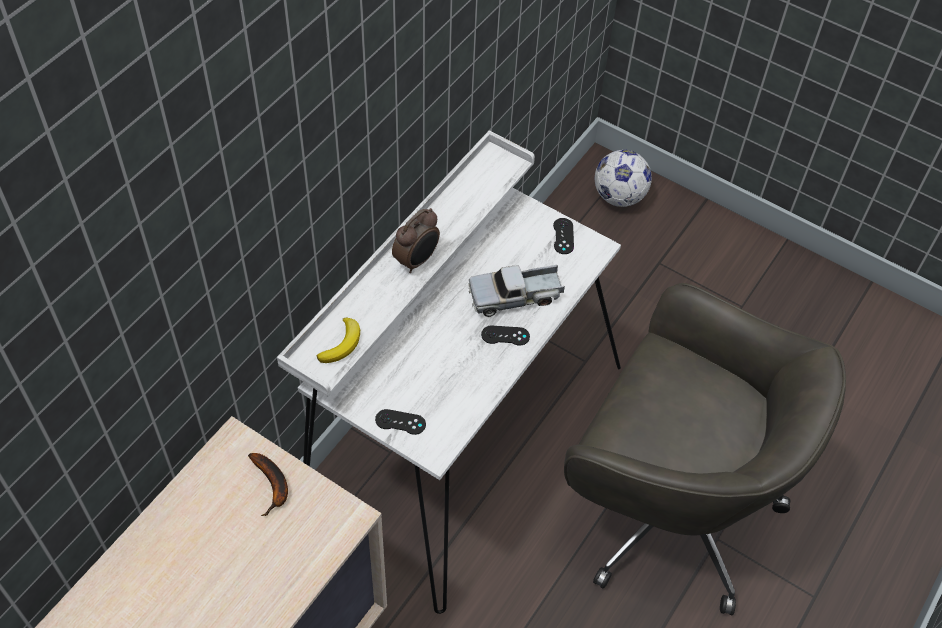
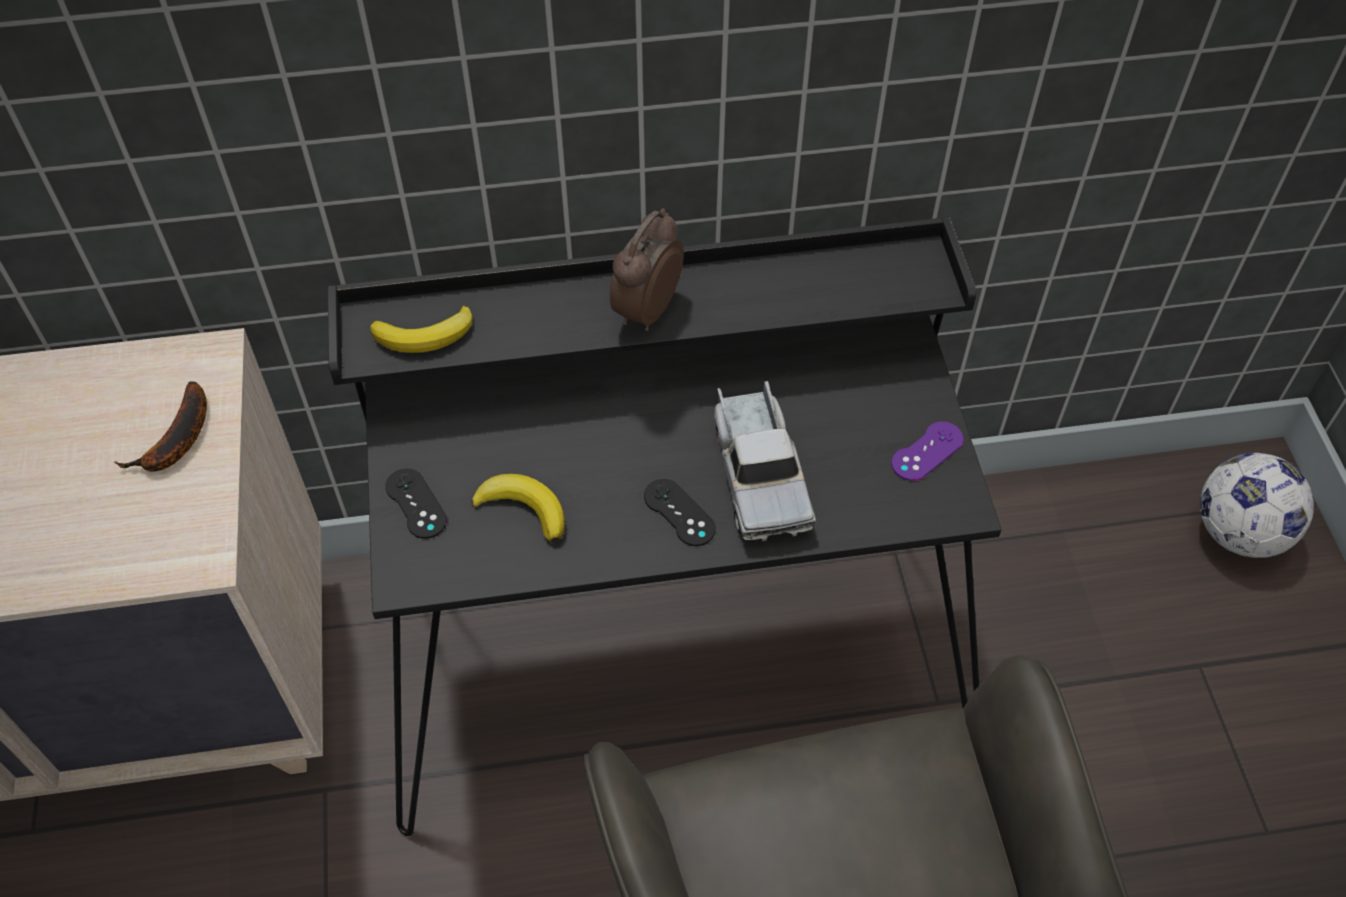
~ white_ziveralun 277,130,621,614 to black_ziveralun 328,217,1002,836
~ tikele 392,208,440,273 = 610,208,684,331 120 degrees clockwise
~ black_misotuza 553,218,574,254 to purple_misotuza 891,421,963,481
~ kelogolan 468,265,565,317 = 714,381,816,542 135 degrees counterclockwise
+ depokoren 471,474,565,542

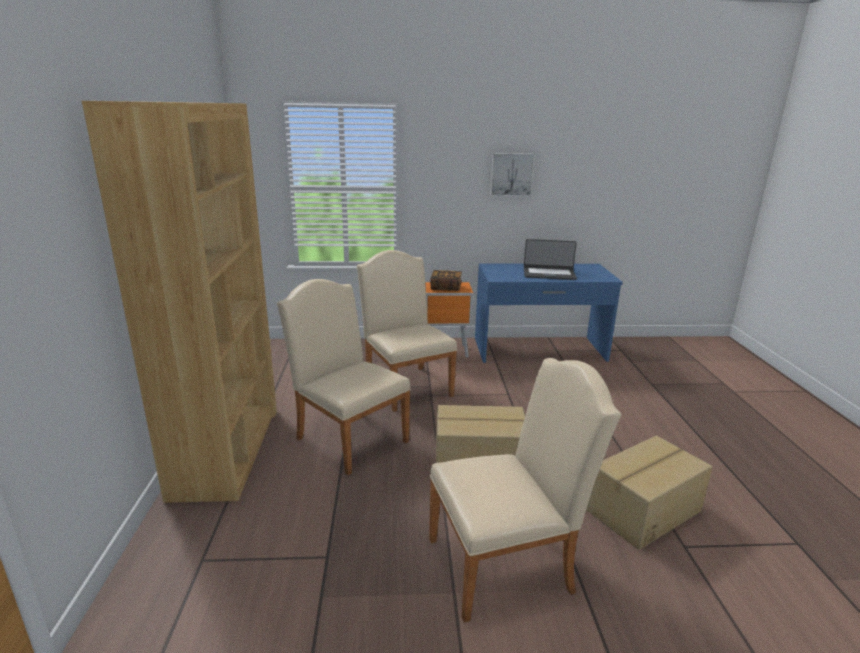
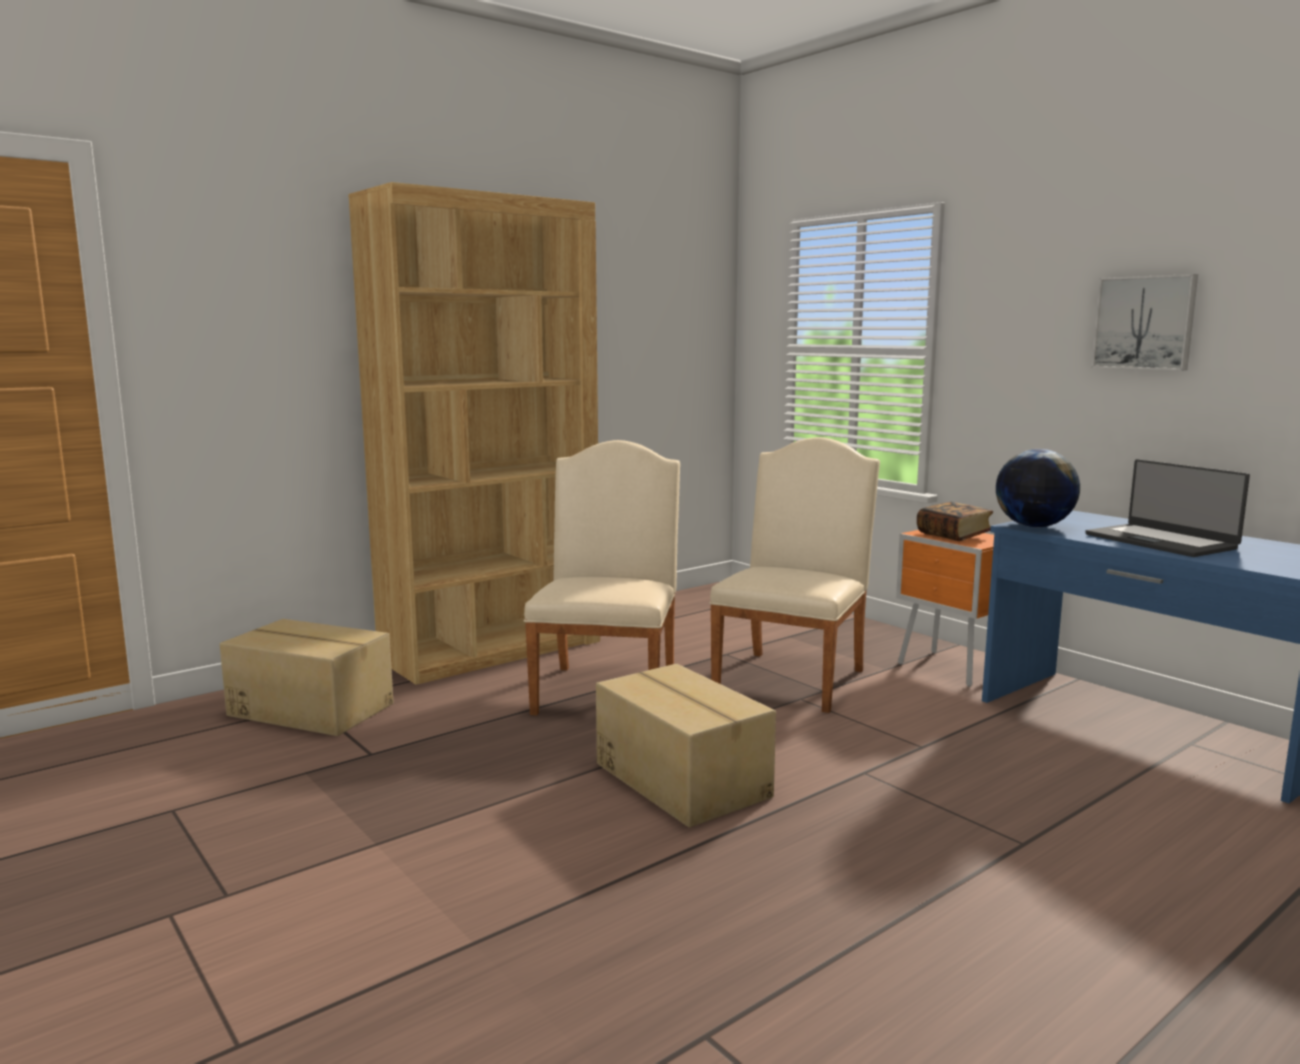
- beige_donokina 429,358,621,623
~ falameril 586,435,713,550 to 220,619,394,736
+ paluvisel 996,449,1080,528

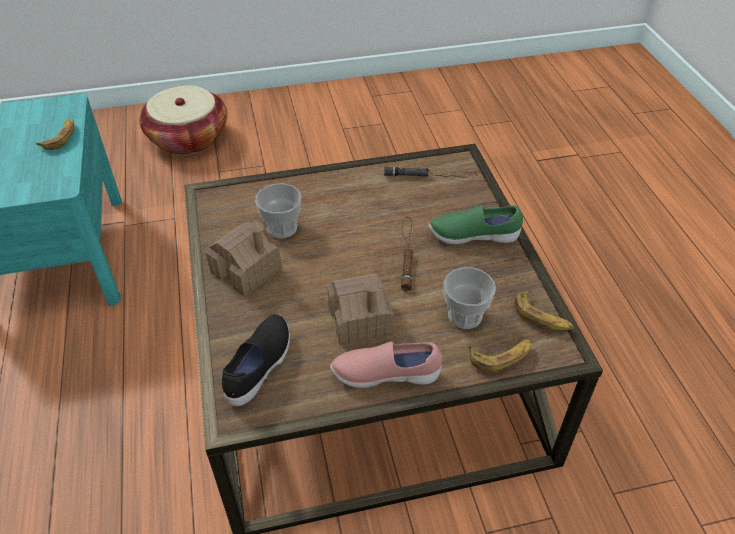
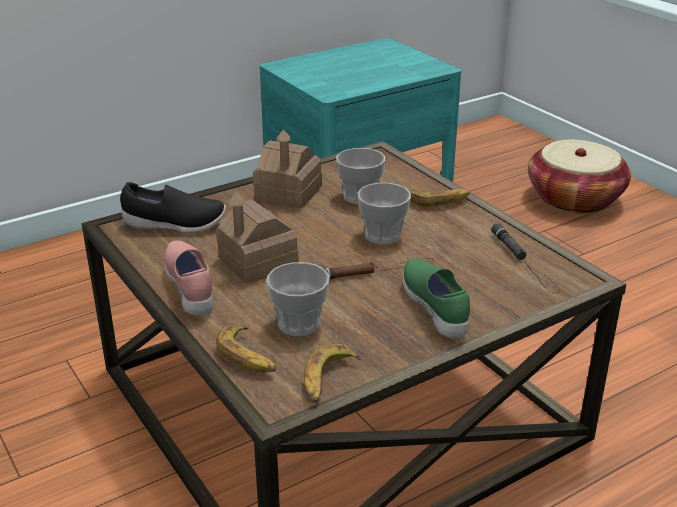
~ depokoren 36,119,75,150 to 409,188,470,207
+ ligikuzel 358,183,411,245

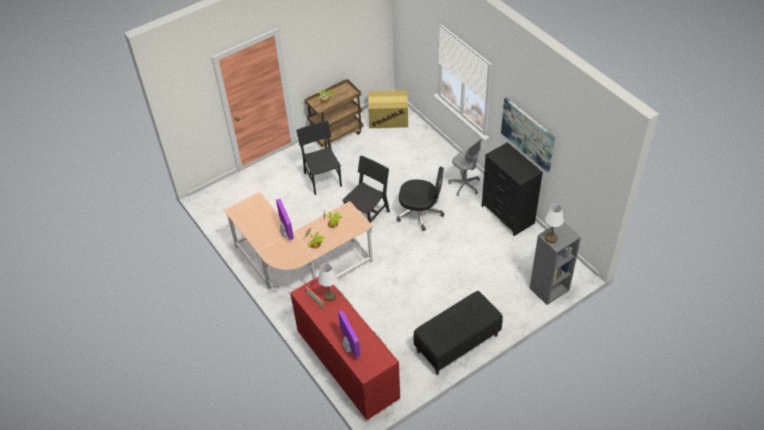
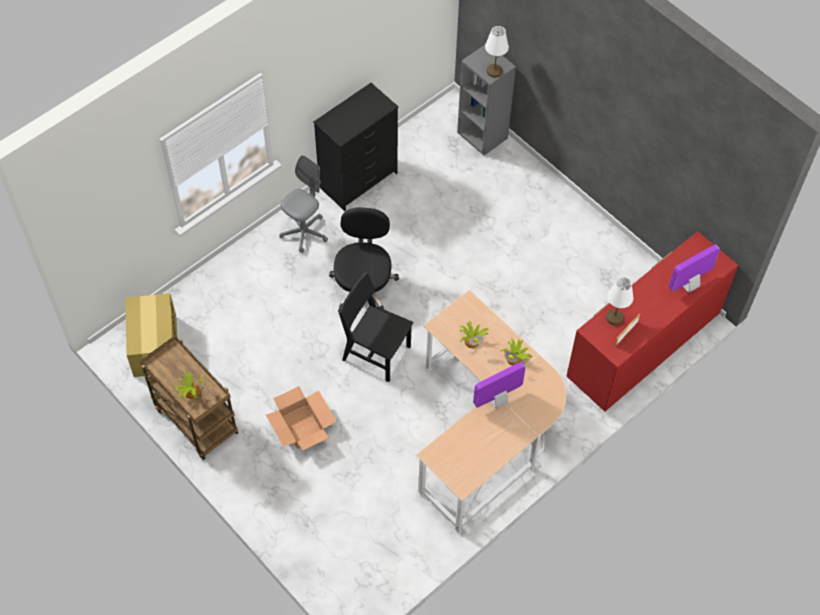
- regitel 501,98,555,173
~ black_donokina 296,121,342,195 to falameril 266,386,337,450
- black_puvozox 414,291,503,375

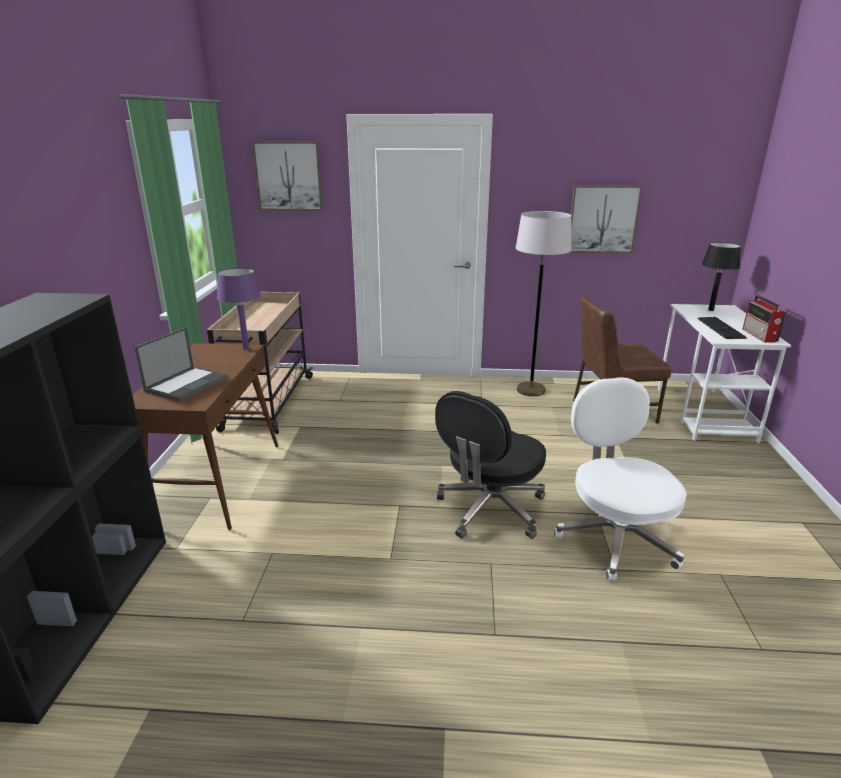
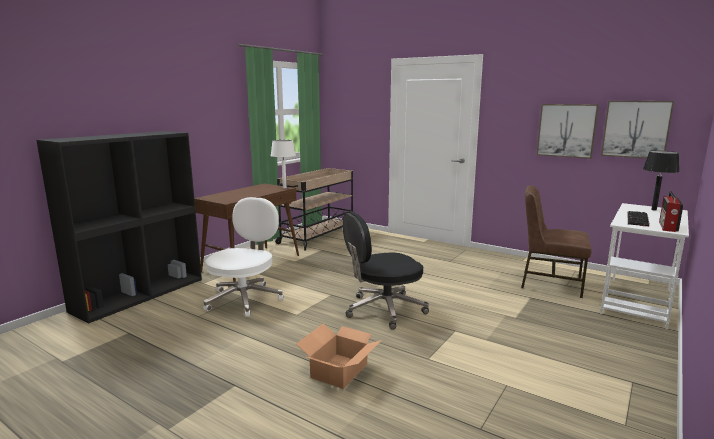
~ regitel 252,142,323,211 to 601,101,674,159
- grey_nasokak 516,211,572,396
~ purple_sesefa 217,268,261,350 to white_sesefa 271,140,296,188
- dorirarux 134,327,228,402
~ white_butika 554,377,687,580 to 203,197,283,317
+ falameril 297,323,382,389

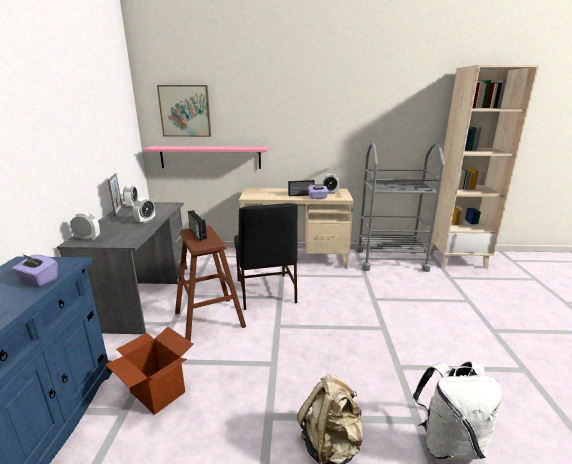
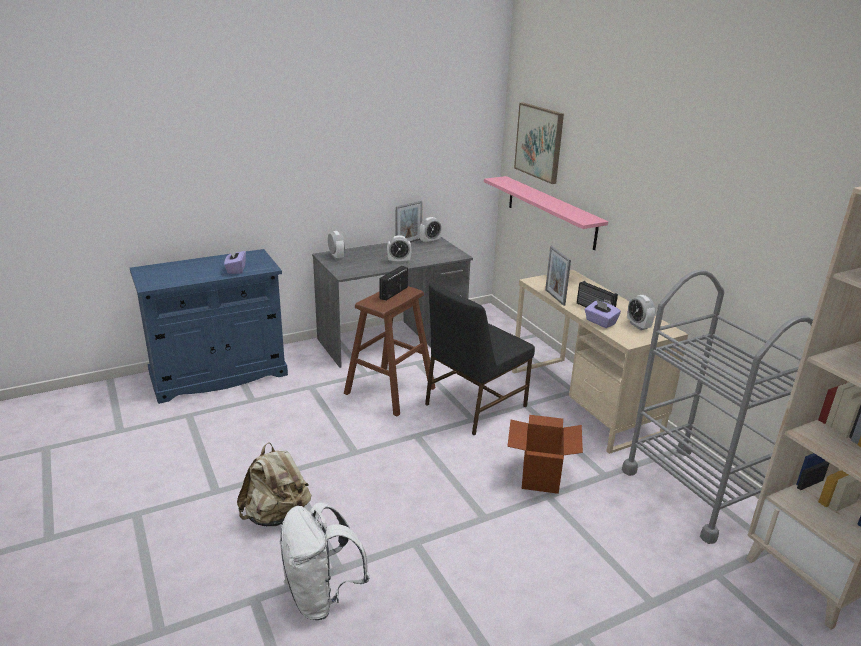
~ falameril 105,327,193,415 to 507,415,583,494
+ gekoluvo 545,246,571,306

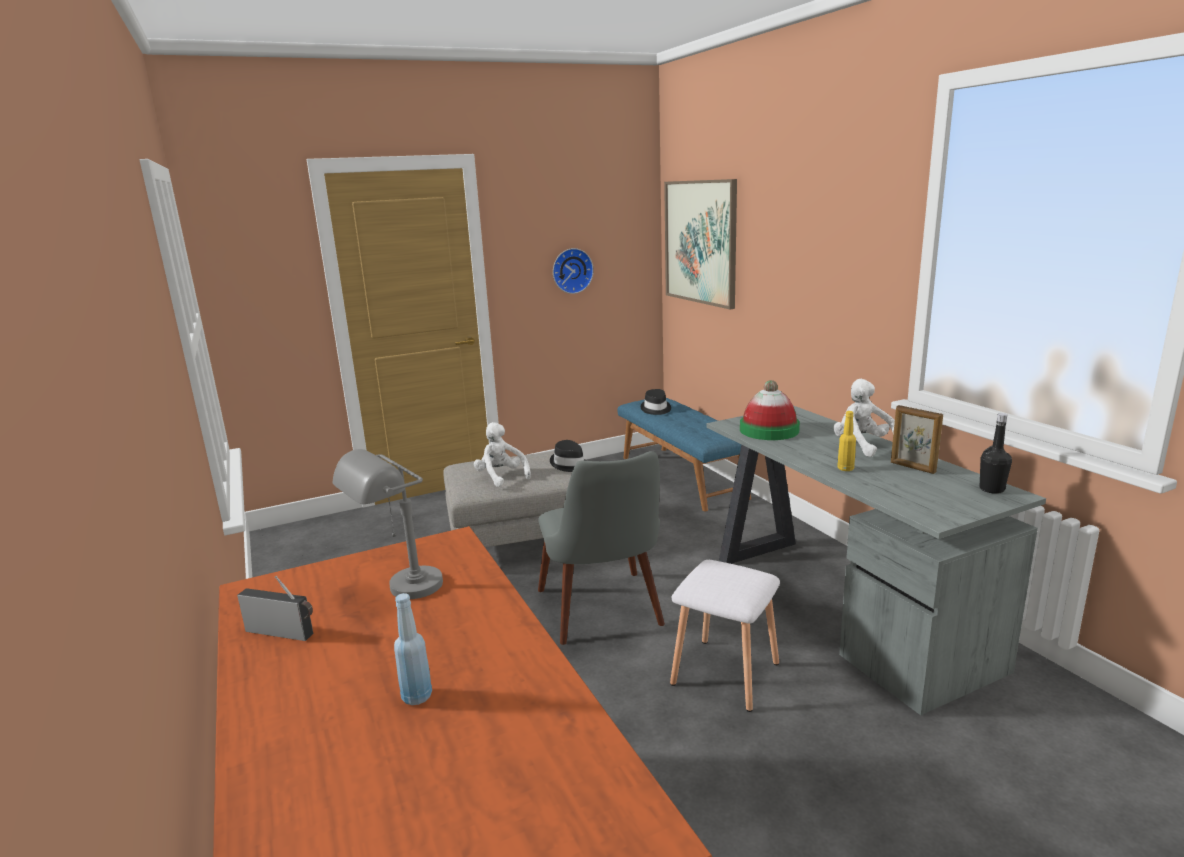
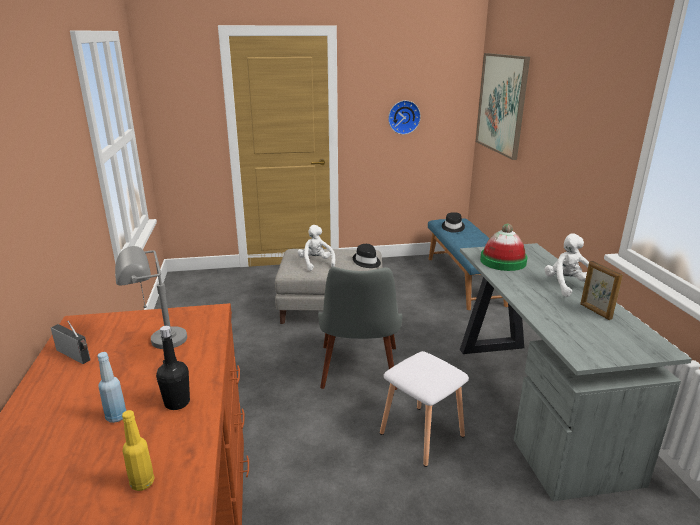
~ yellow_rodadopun 837,411,856,471 to 122,410,155,491
~ black_rodadopun 980,413,1012,494 to 156,326,190,410

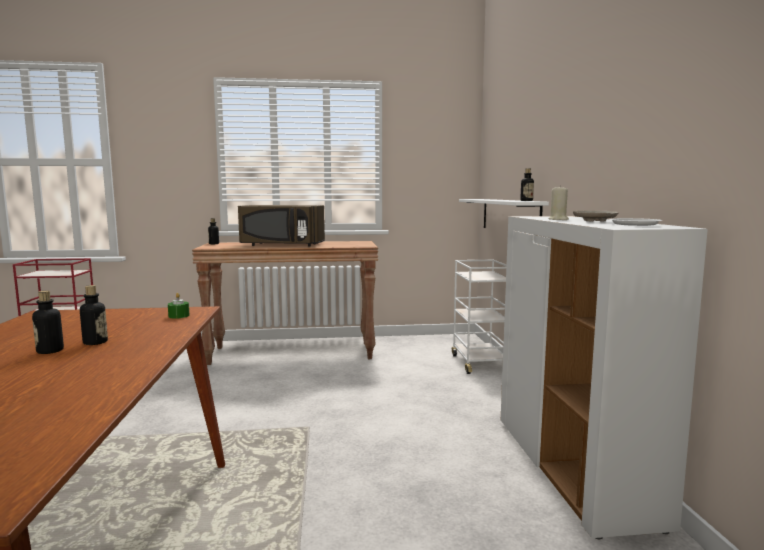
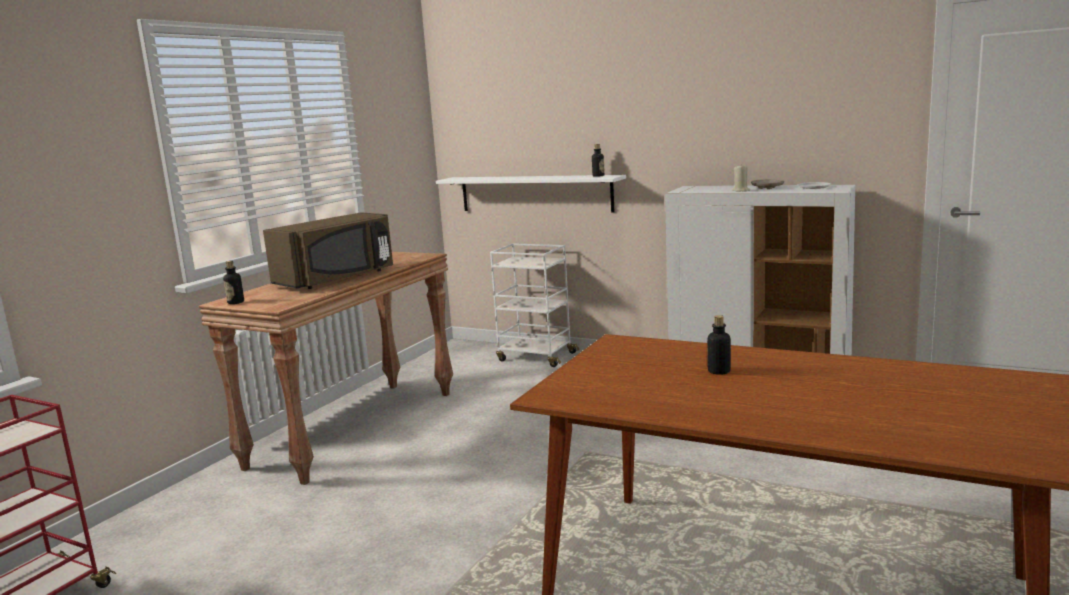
- rodadopun 32,291,64,354
- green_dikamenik 168,293,190,319

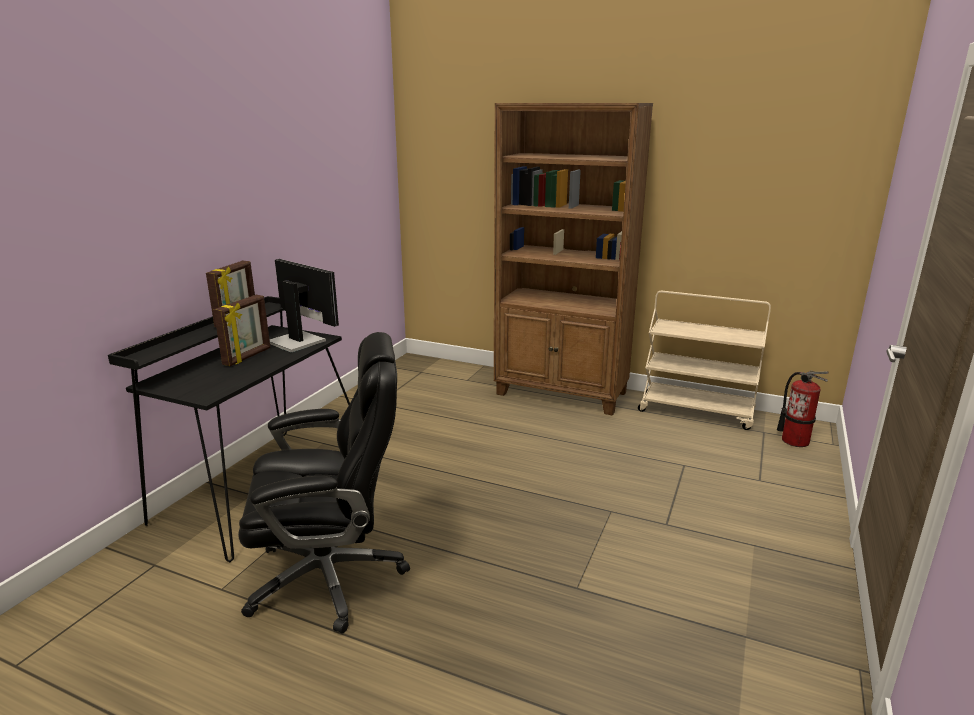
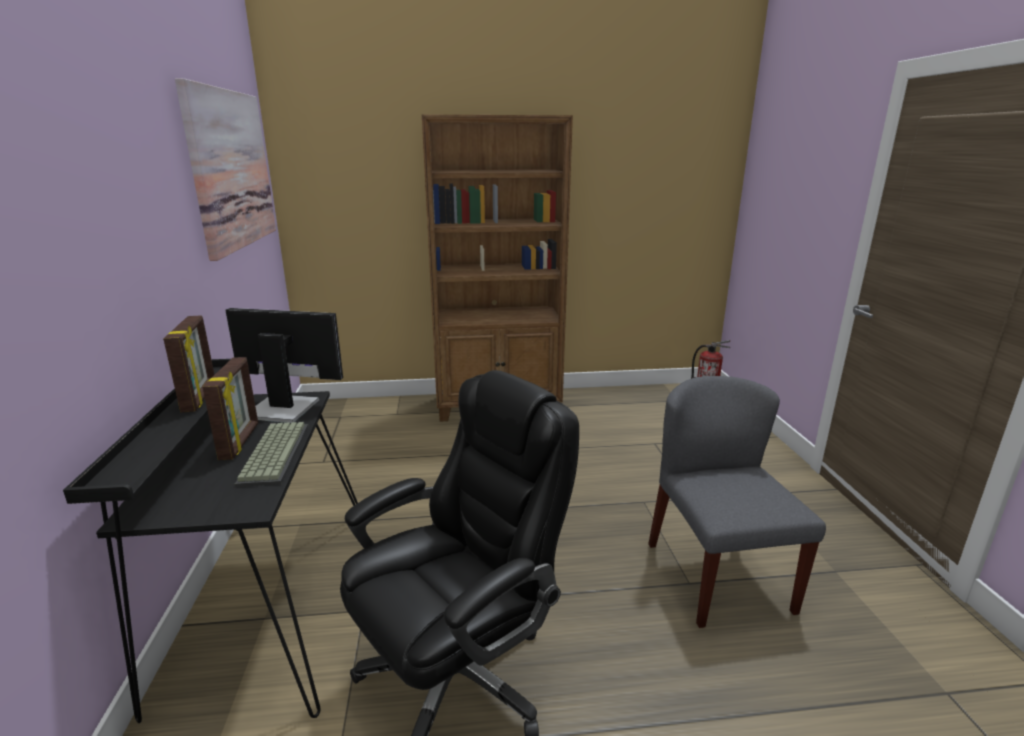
- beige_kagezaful 638,291,771,430
+ regitel 175,78,276,261
+ grey_donokina 648,376,826,628
+ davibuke 235,422,309,487

